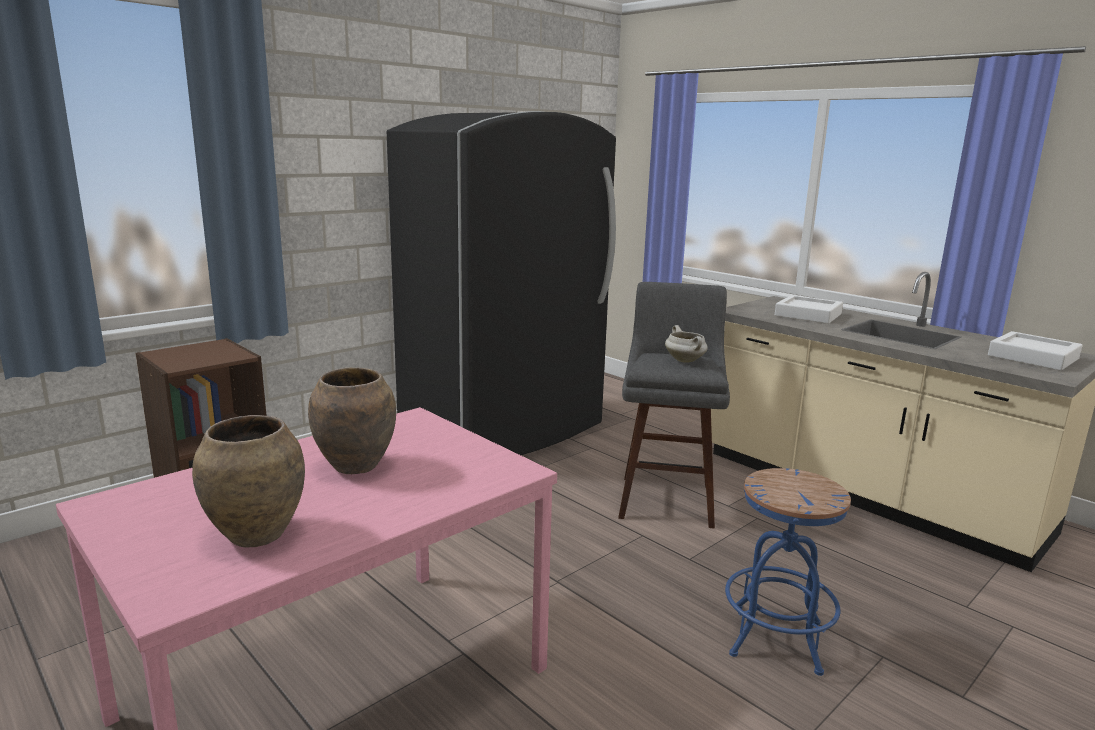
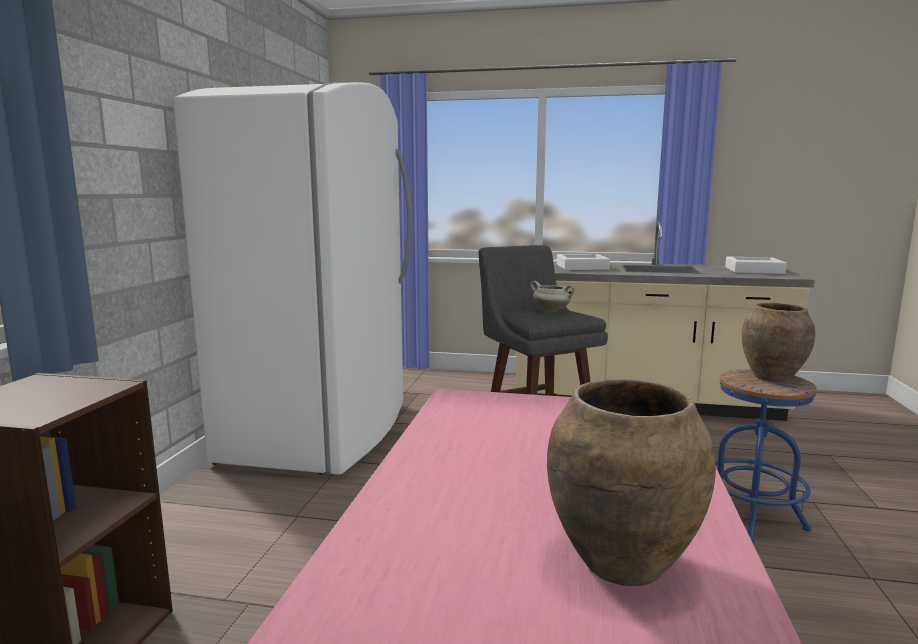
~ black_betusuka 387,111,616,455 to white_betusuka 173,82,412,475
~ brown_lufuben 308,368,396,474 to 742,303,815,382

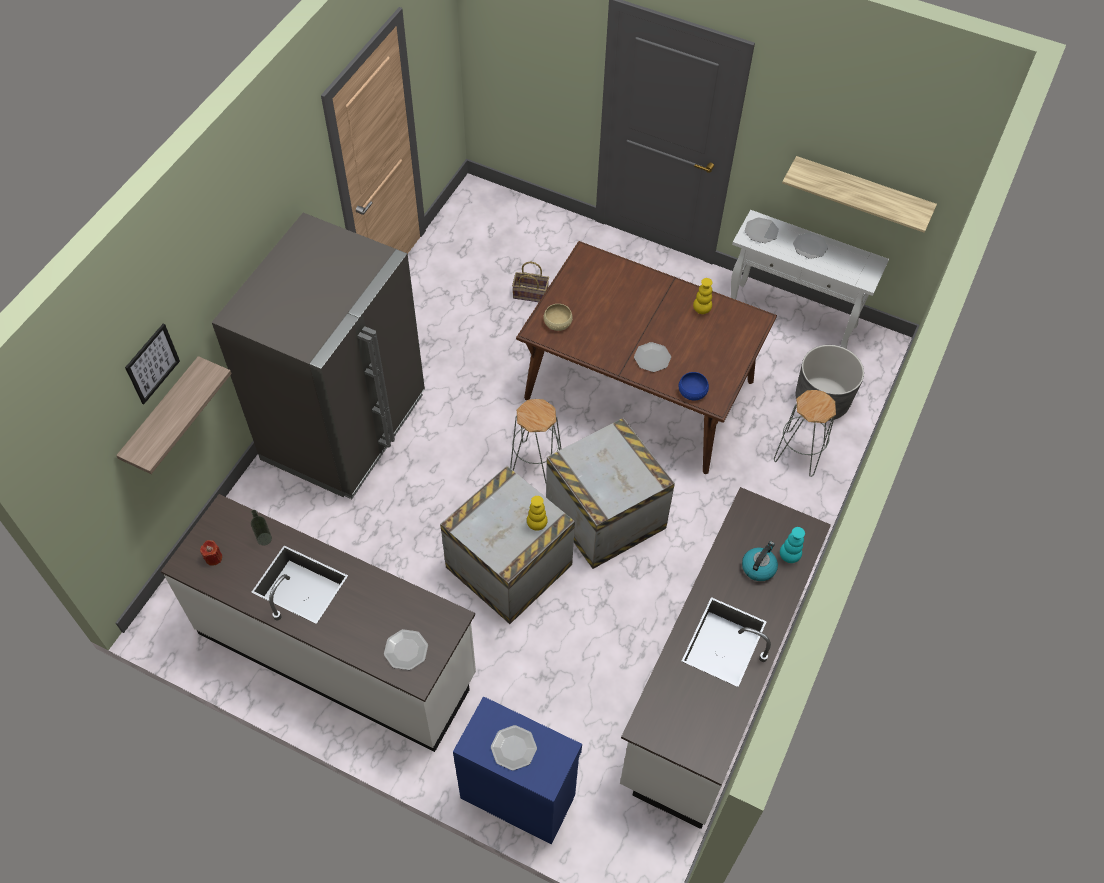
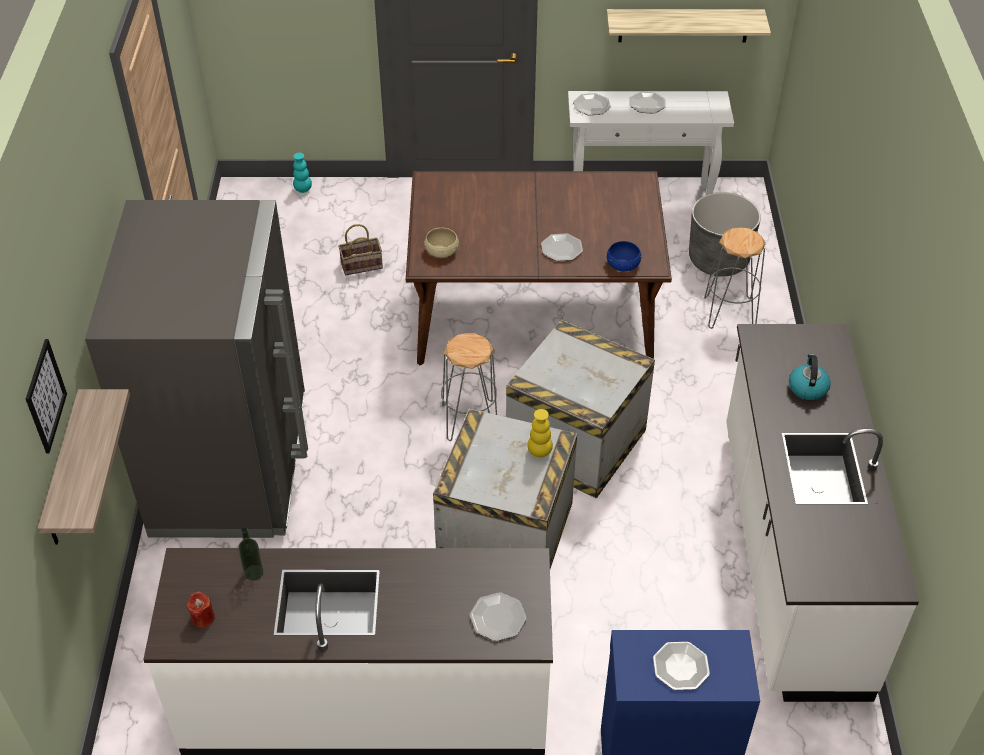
- yellow_lufuben 693,278,713,314
~ turquoise_lufuben 780,527,805,563 to 293,153,312,193

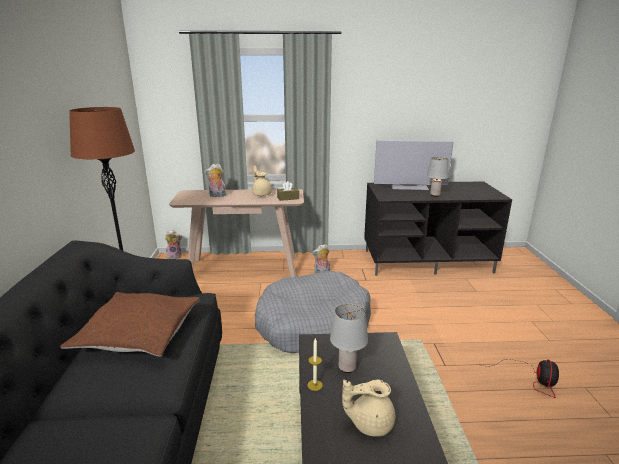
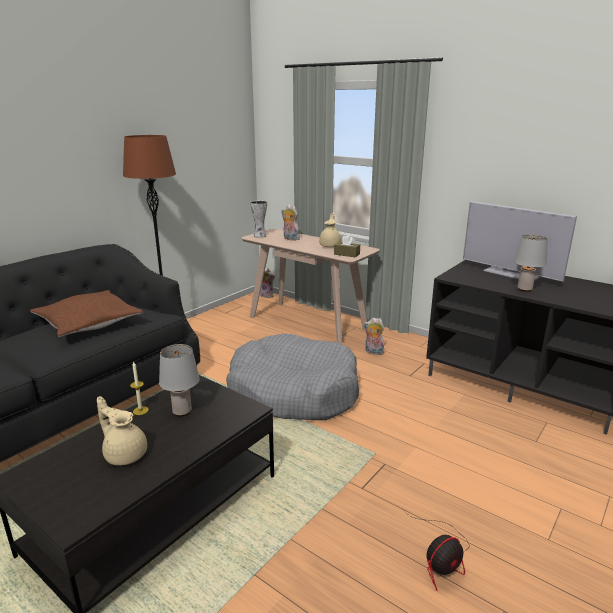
+ lufuben 250,201,267,238

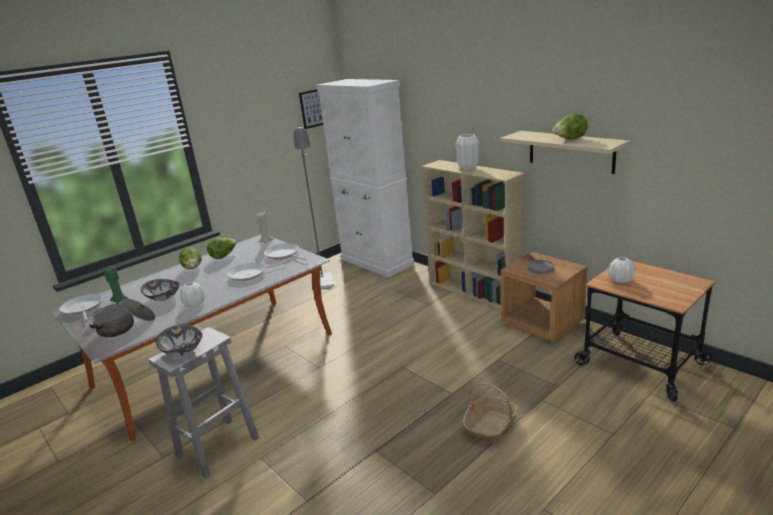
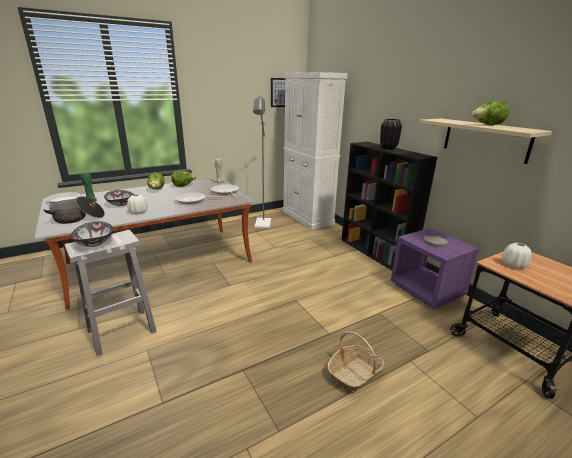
~ white_lufuben 455,134,479,170 to black_lufuben 380,119,402,150
~ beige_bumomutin 421,160,525,309 to black_bumomutin 342,142,437,270
~ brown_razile 500,252,588,342 to purple_razile 391,228,480,309

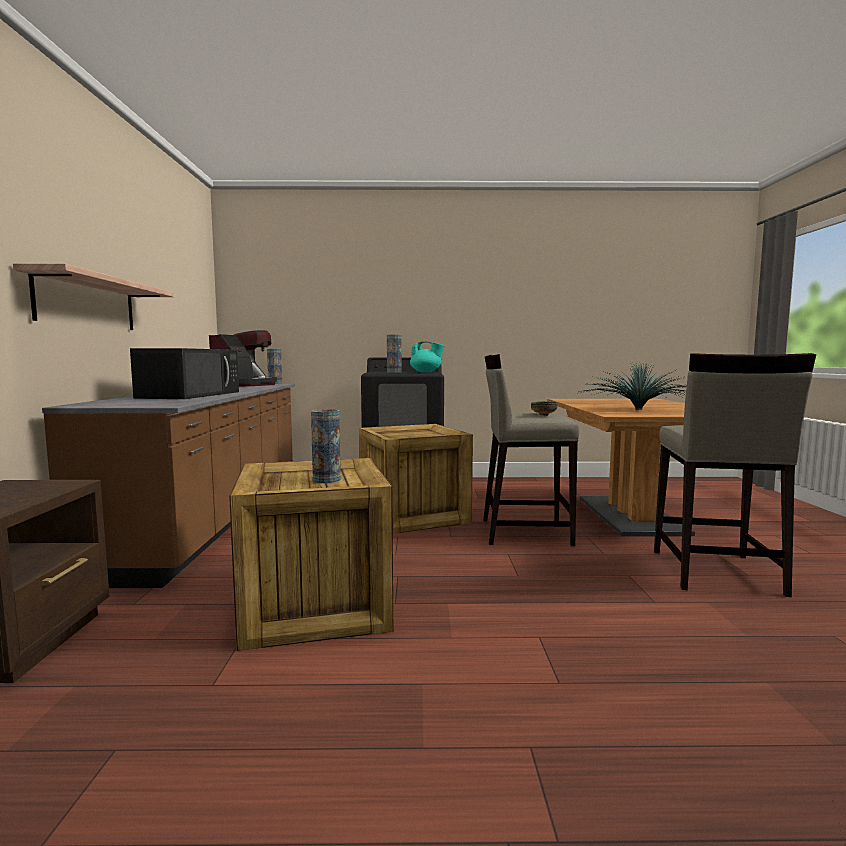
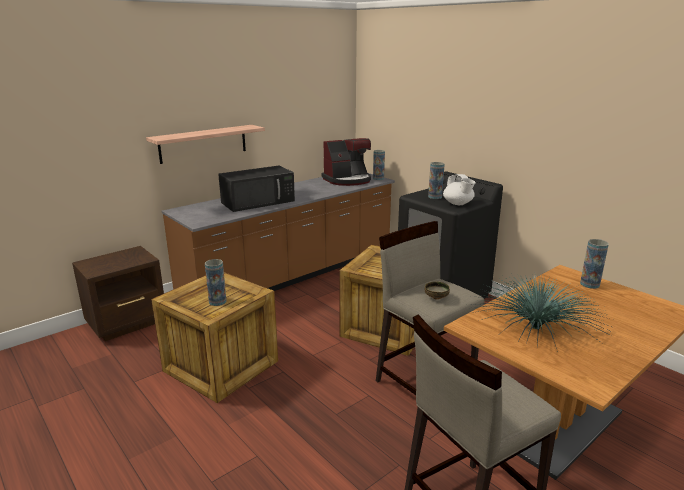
~ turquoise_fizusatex 410,341,445,372 to white_fizusatex 443,174,476,205
+ lufuben 580,239,609,289

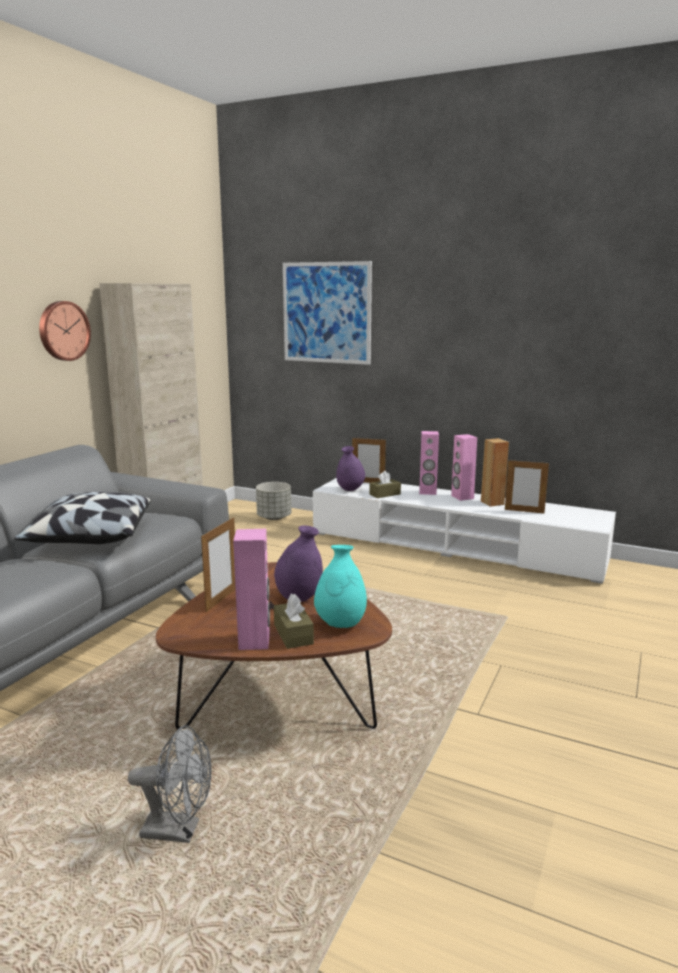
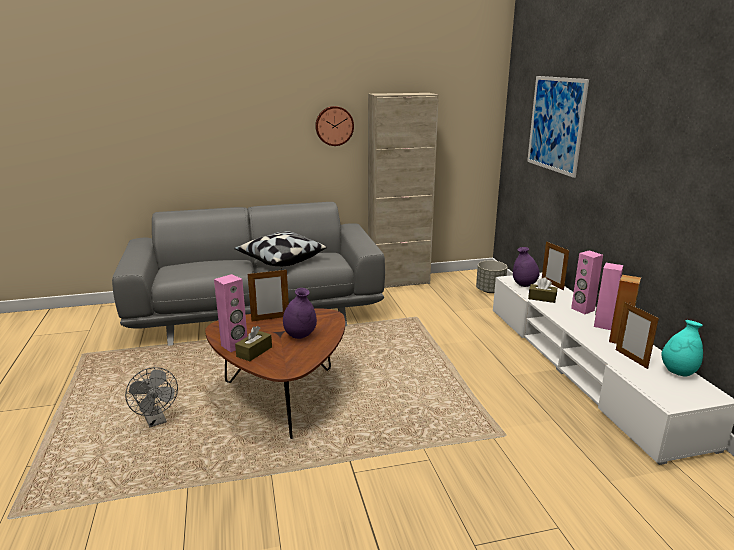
~ turquoise_lufuben 314,545,367,628 to 661,320,703,376

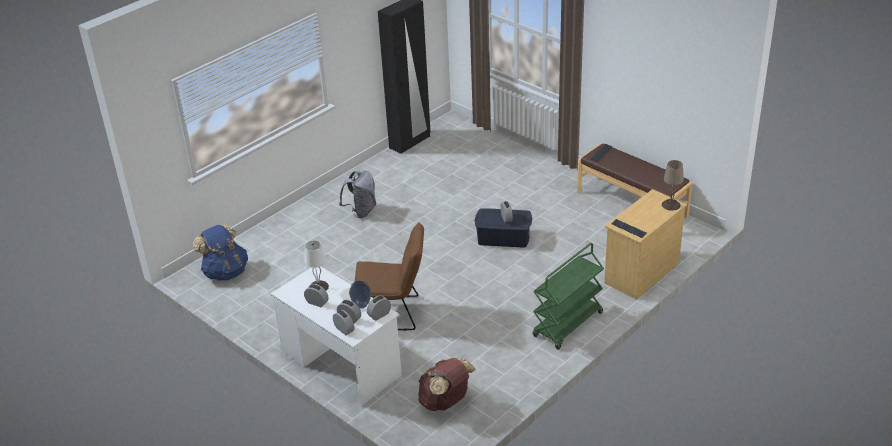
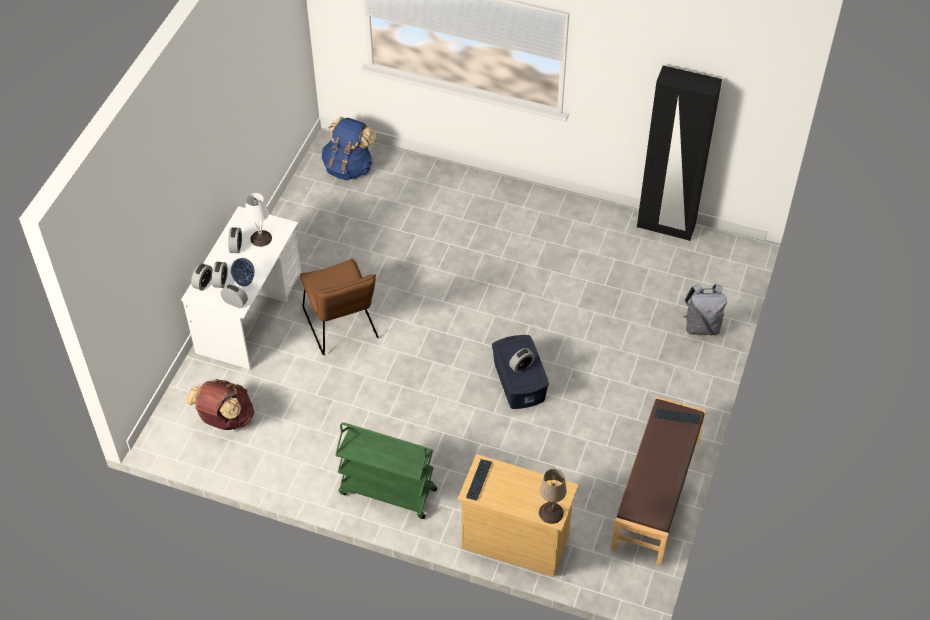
~ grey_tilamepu 339,170,376,218 to 683,284,727,335

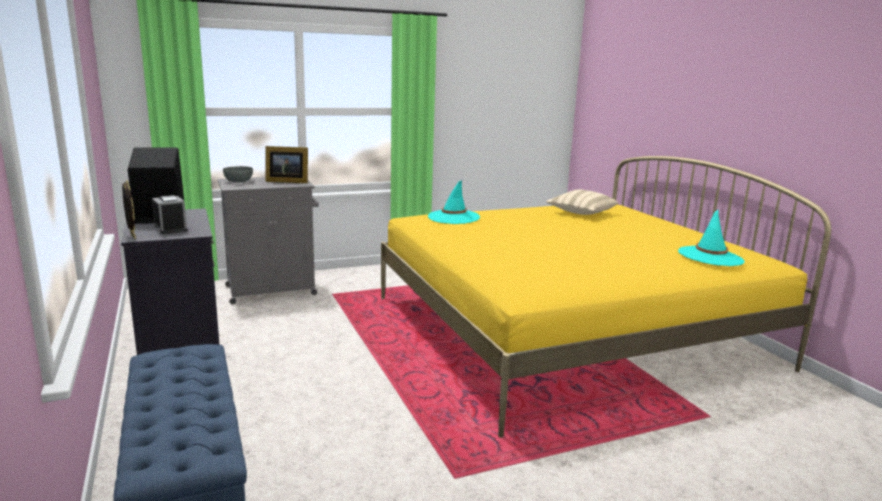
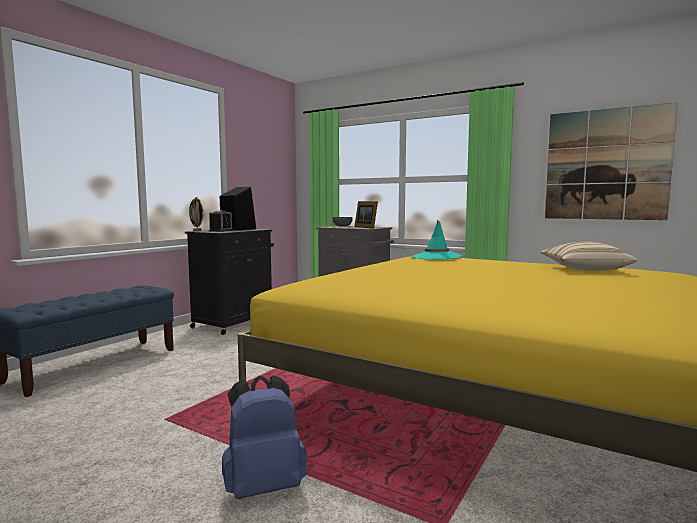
- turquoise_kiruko 678,209,745,266
+ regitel 545,102,678,220
+ blue_tilamepu 222,375,307,499

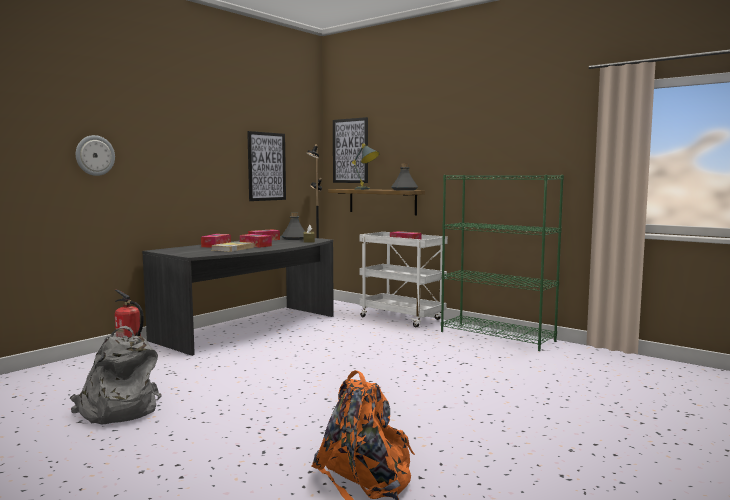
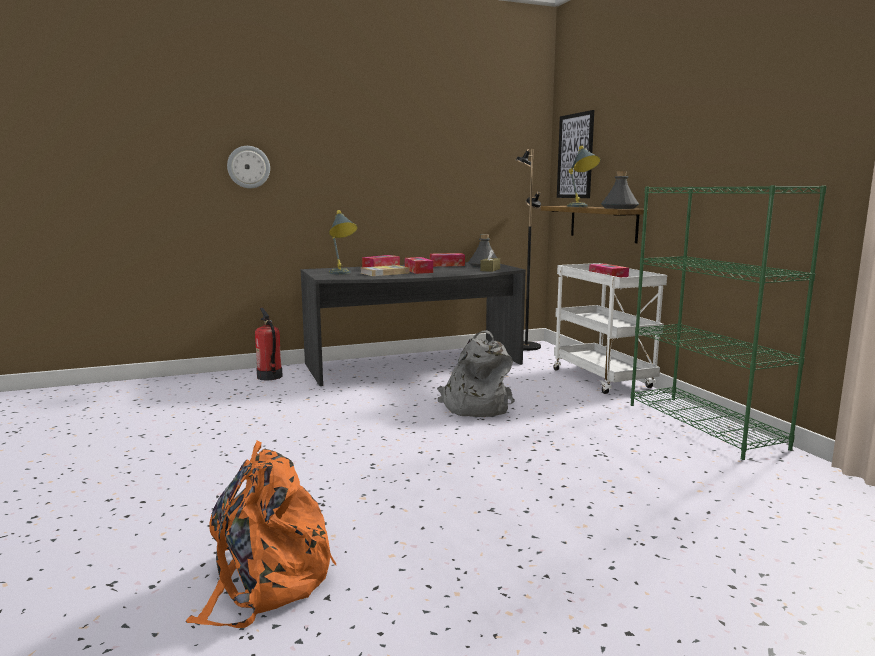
- regitel 247,131,286,201
~ grey_tilamepu 70,326,162,424 to 437,330,515,417
+ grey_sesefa 329,210,358,275

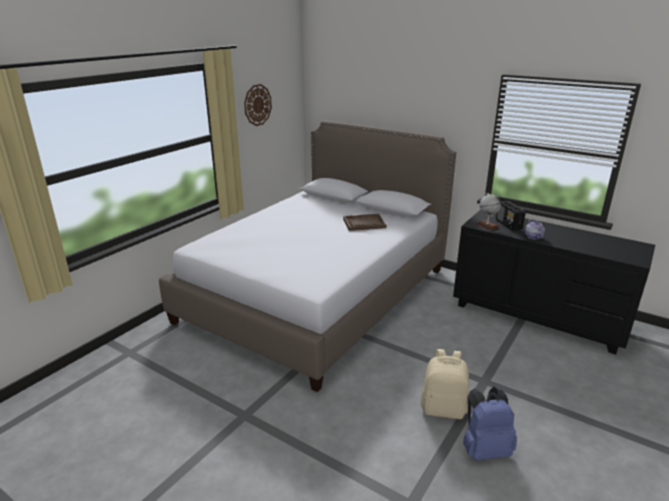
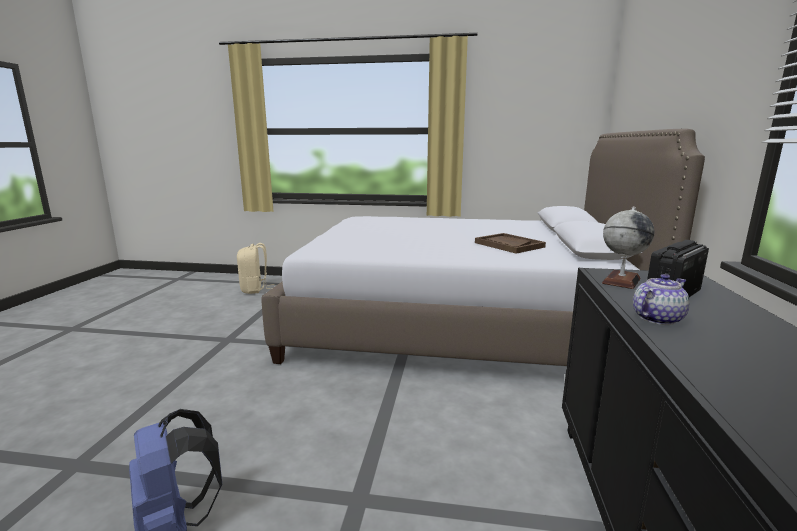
- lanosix 244,84,272,126
~ beige_tilamepu 421,349,469,419 to 237,243,274,294

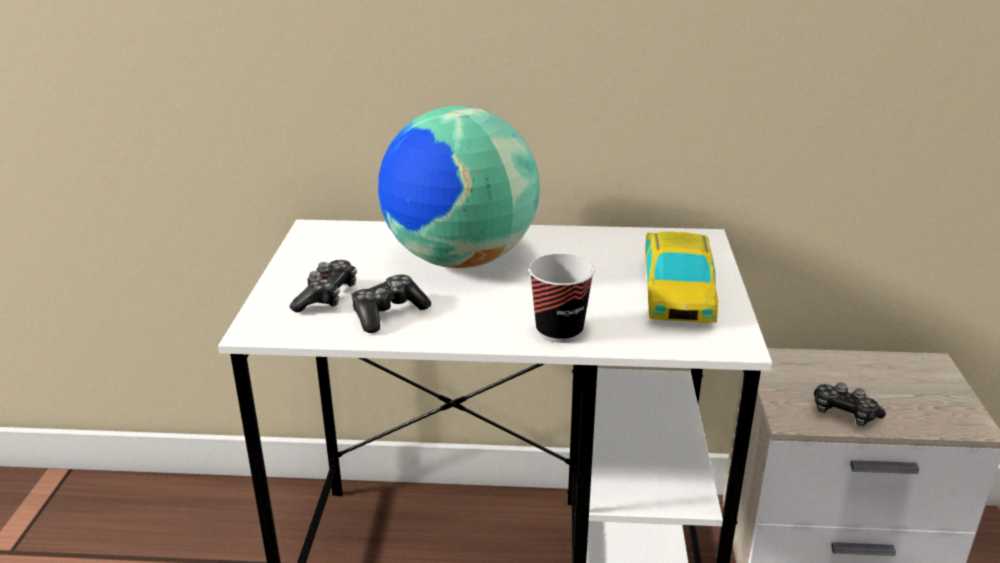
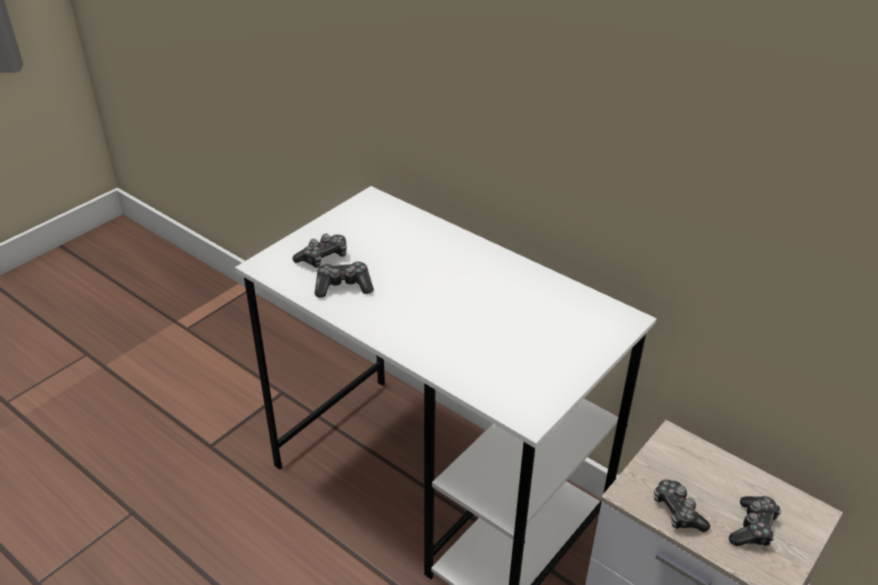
- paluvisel 378,106,540,268
- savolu 645,232,718,322
- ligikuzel 529,254,595,343
+ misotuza 729,496,781,546

